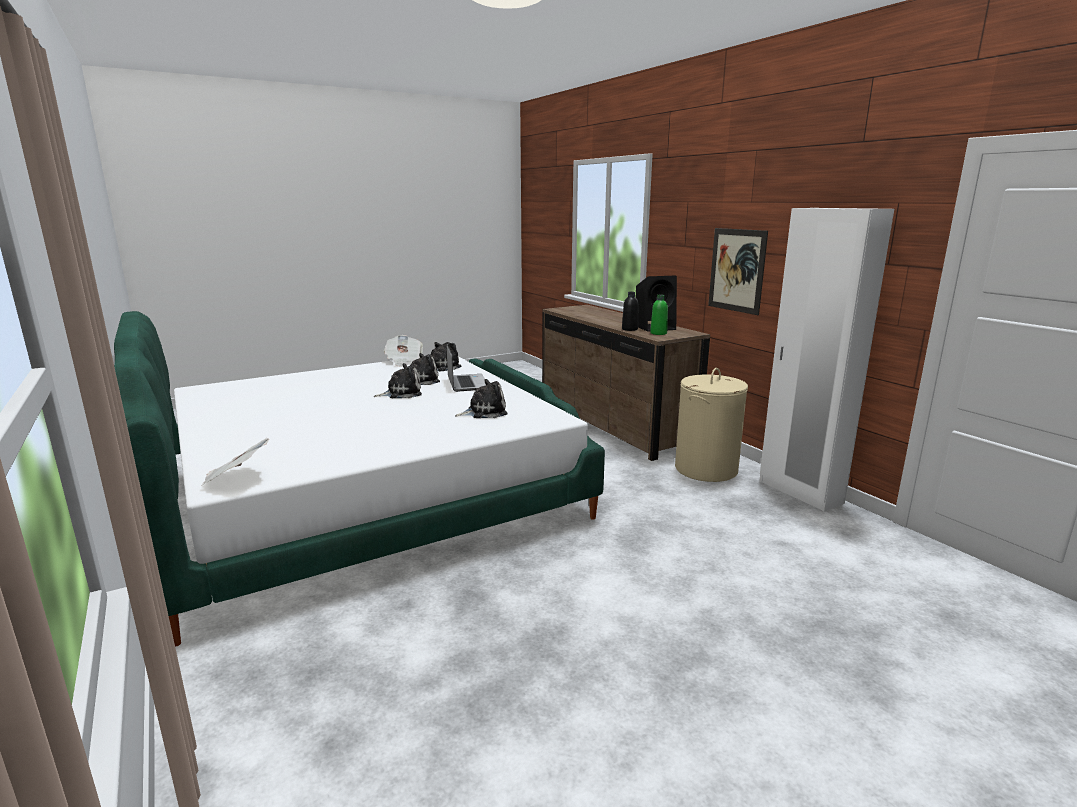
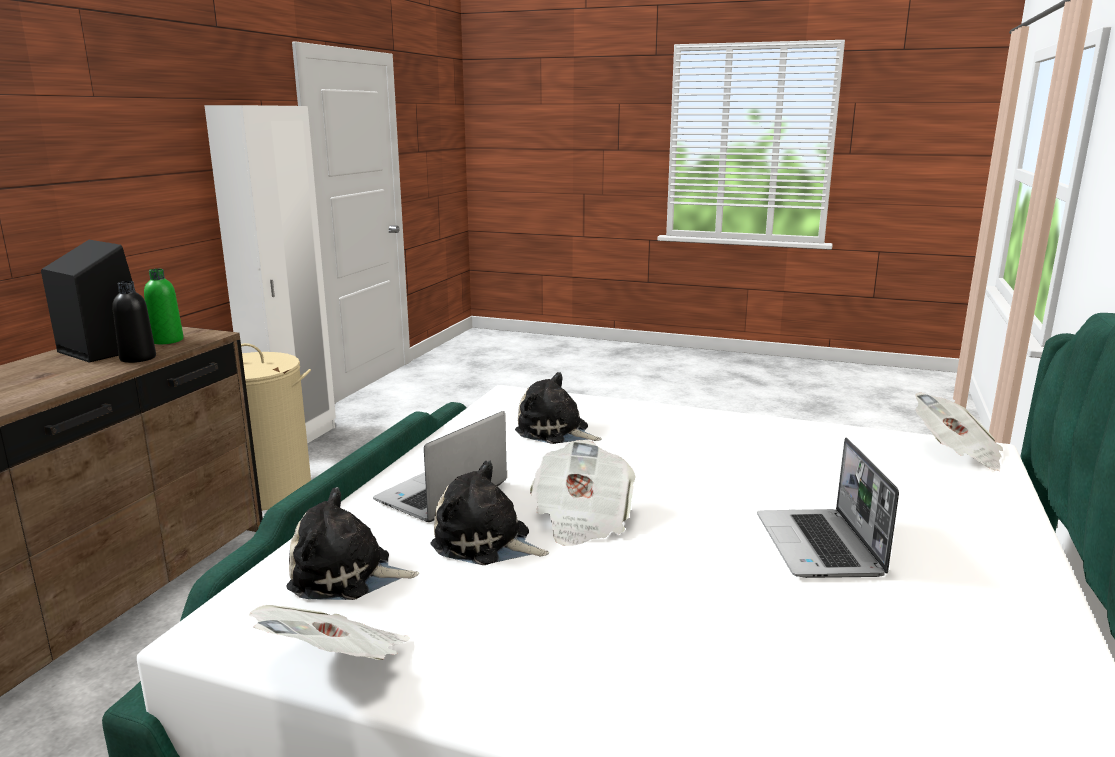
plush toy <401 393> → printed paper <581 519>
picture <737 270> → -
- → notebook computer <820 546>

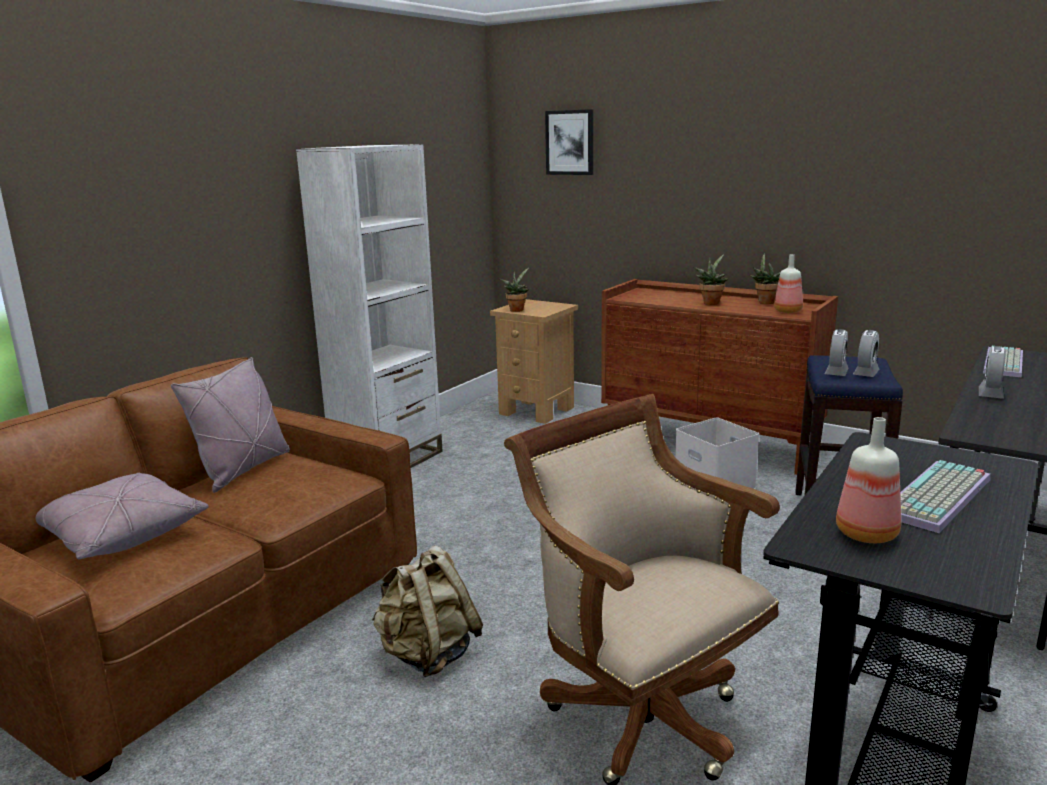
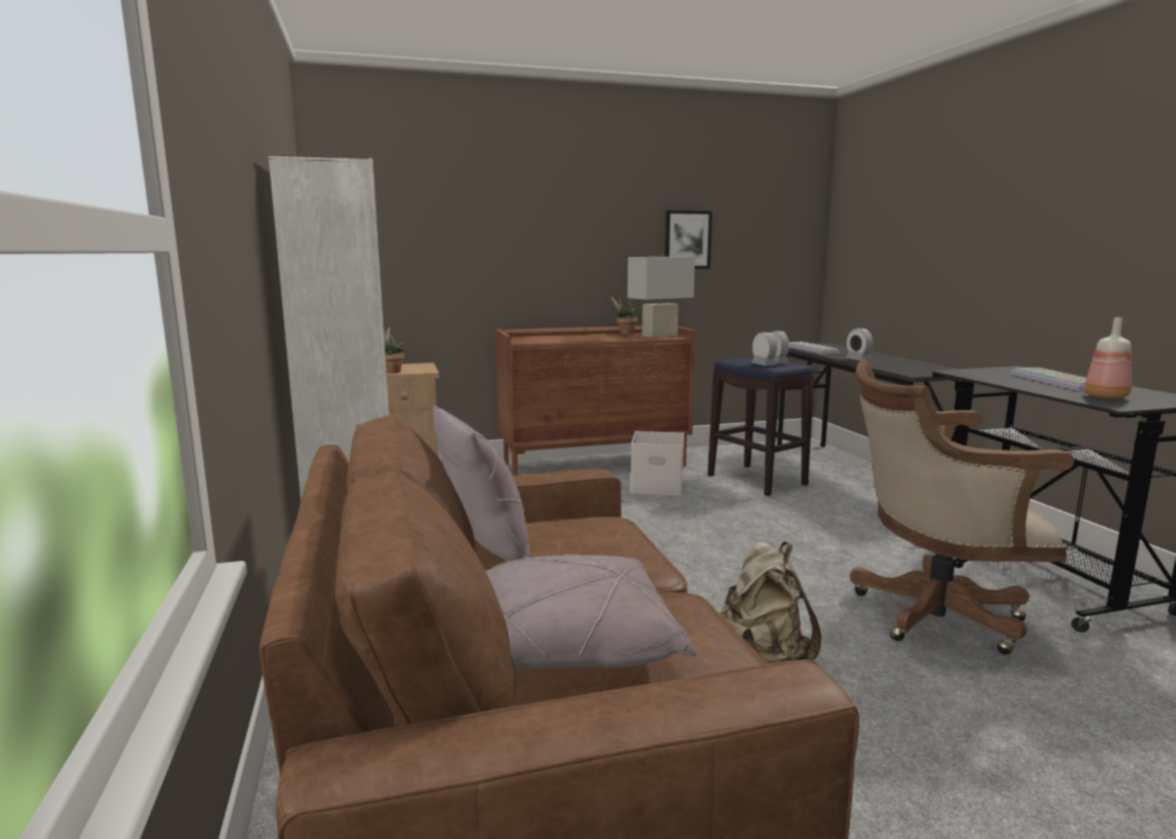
picture <570 142> → picture <687 240>, relocated
plant in a pot <710 302> → -
bottle <788 311> → whitish lamp for a table <659 336>

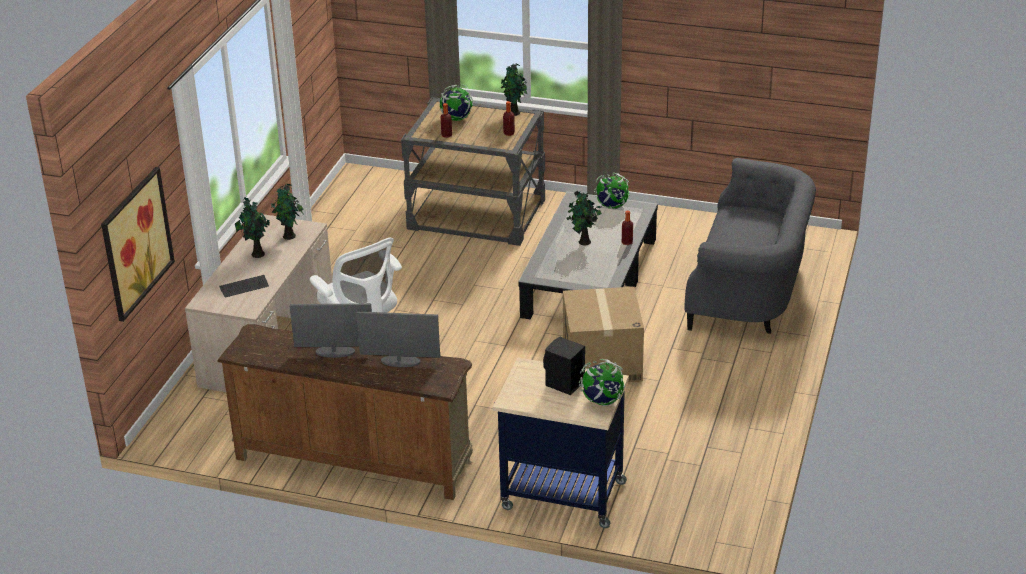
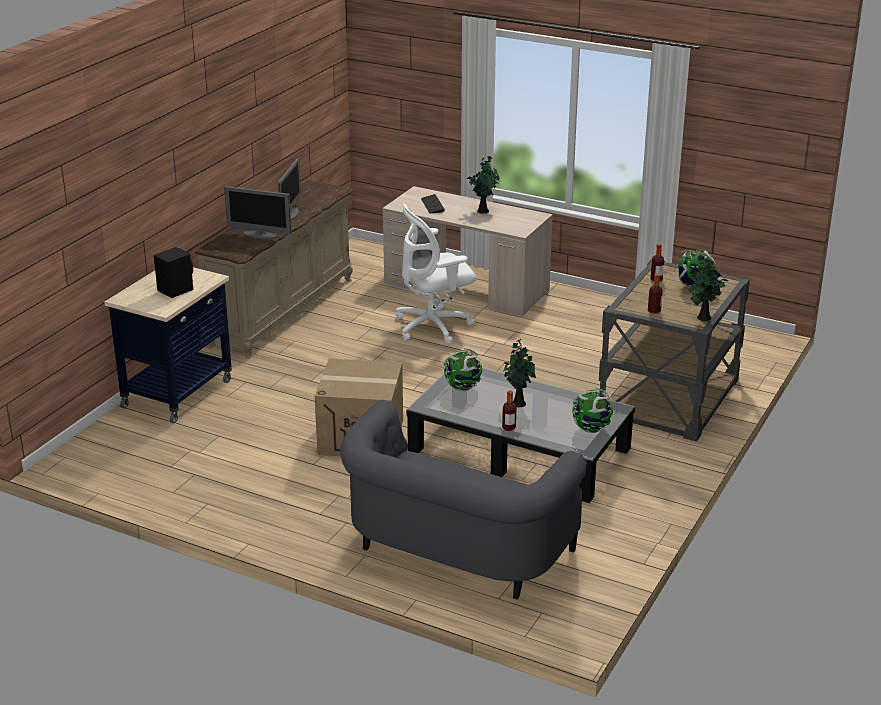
picture <136 243> → -
plant in a pot <290 236> → -
monitor <400 361> → monitor <259 235>, 90 degrees clockwise
desk globe <602 401> → desk globe <463 387>, relocated

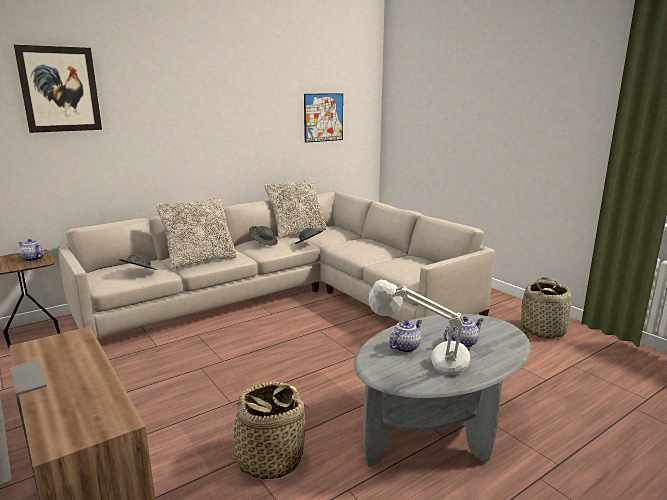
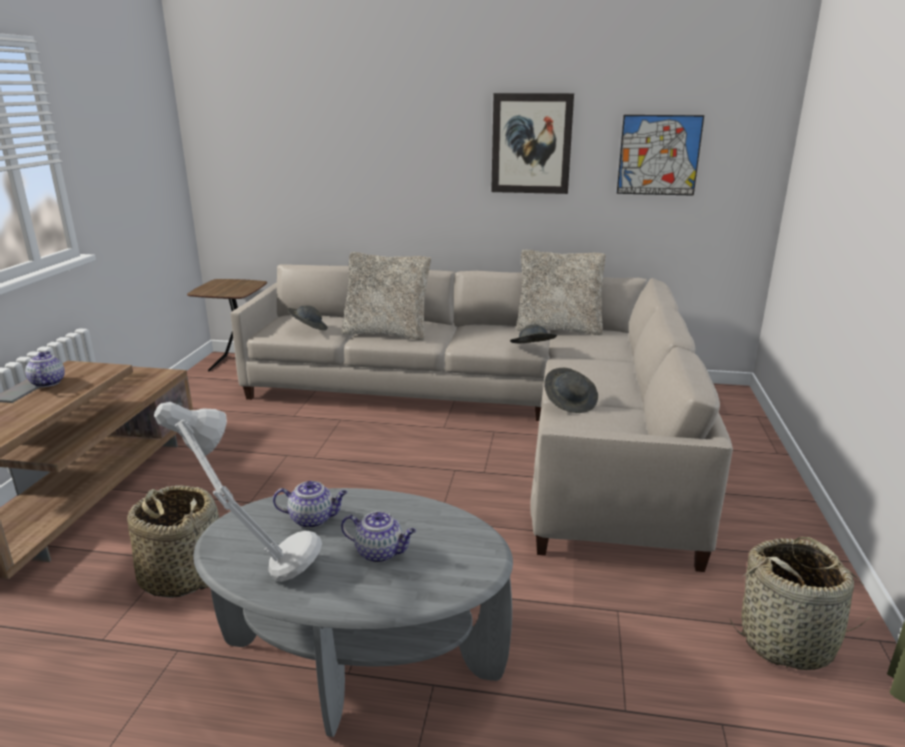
picture <60 89> → picture <531 144>, relocated
teapot <32 259> → teapot <47 382>, relocated
gray wearable hat <264 243> → gray wearable hat <570 402>, relocated

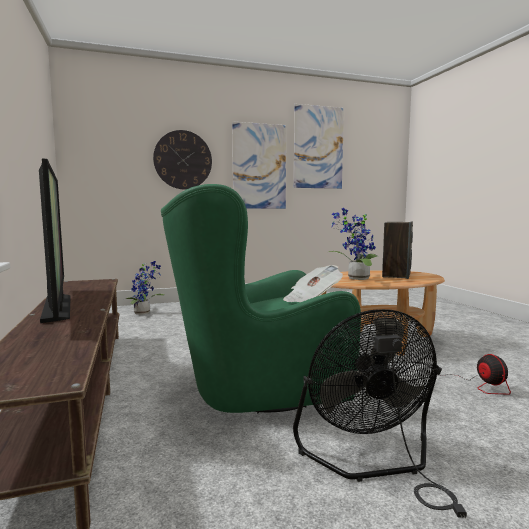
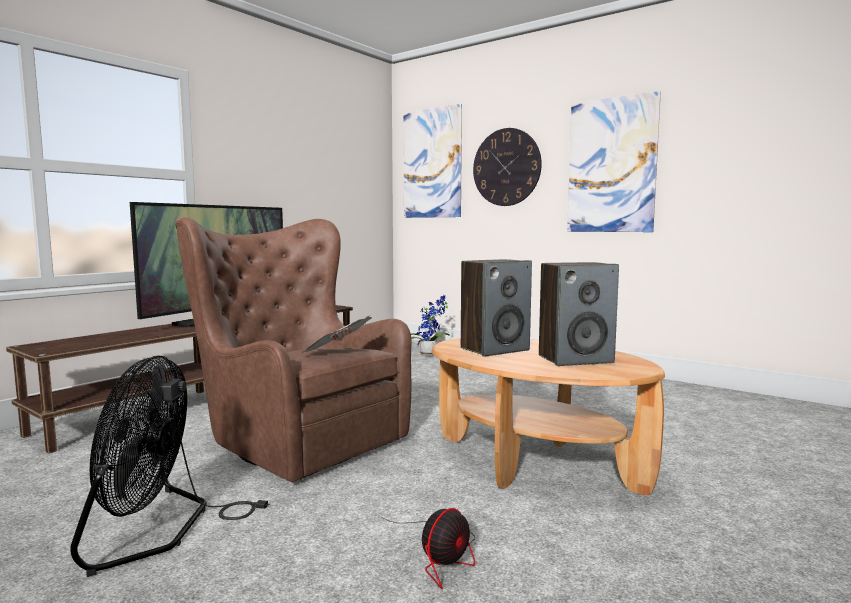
greenish armchair <253 386> → brownish armchair <296 438>
black-coloured cooling fan <381 462> → black-coloured cooling fan <170 524>, 135 degrees counterclockwise
picture <318 147> → picture <432 163>, relocated
plant in a pot <355 279> → loudspeaker <494 349>

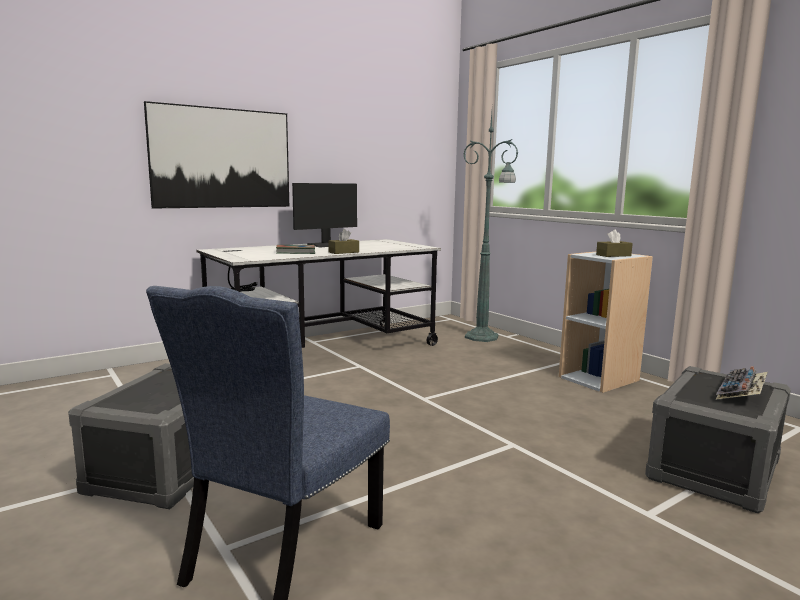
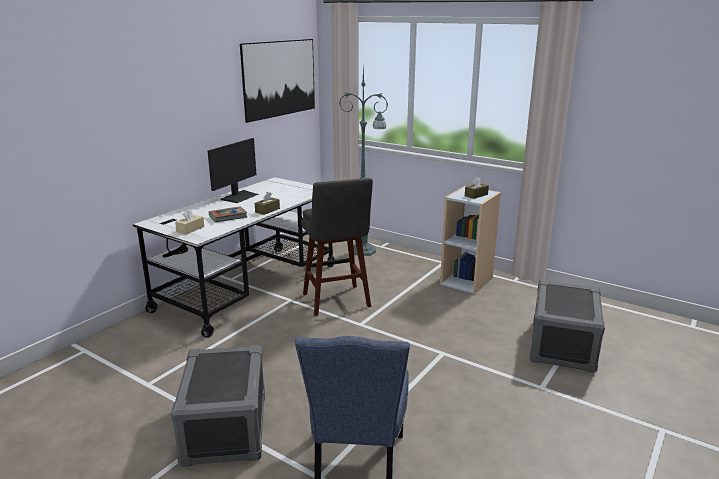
picture <222 158> → picture <279 78>, relocated
computer keyboard <741 393> → -
- → beige tissue box <190 229>
- → gray stool seat <336 301>

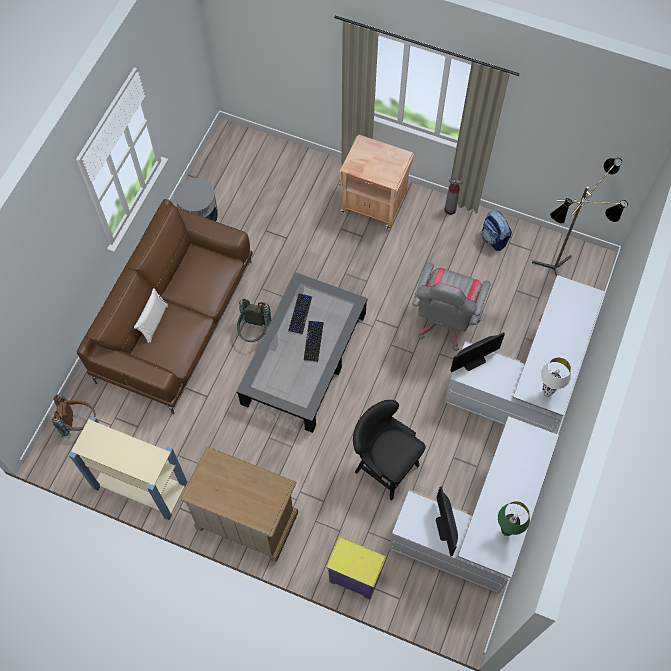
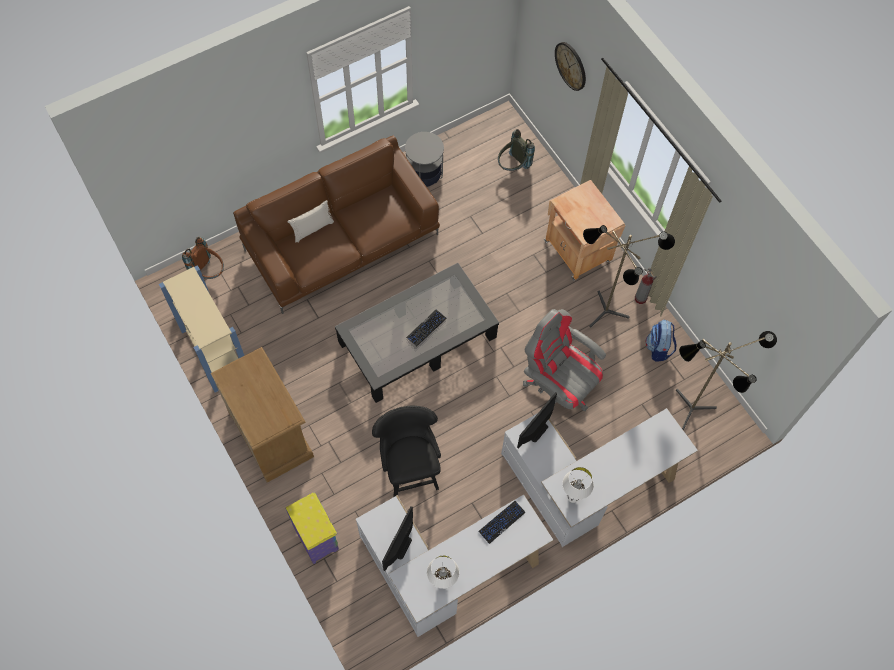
gray knapsack <254 332> → gray knapsack <513 166>, relocated
computer keyboard <300 314> → computer keyboard <501 522>, relocated
gray office chair <445 320> → gray office chair <558 388>, 75 degrees clockwise
monitor <473 360> → monitor <536 430>, 120 degrees clockwise
greenish lamp for a table <506 532> → whitish lamp for a table <442 584>
- → clock on the wall <571 66>
- → standing lamp <605 316>

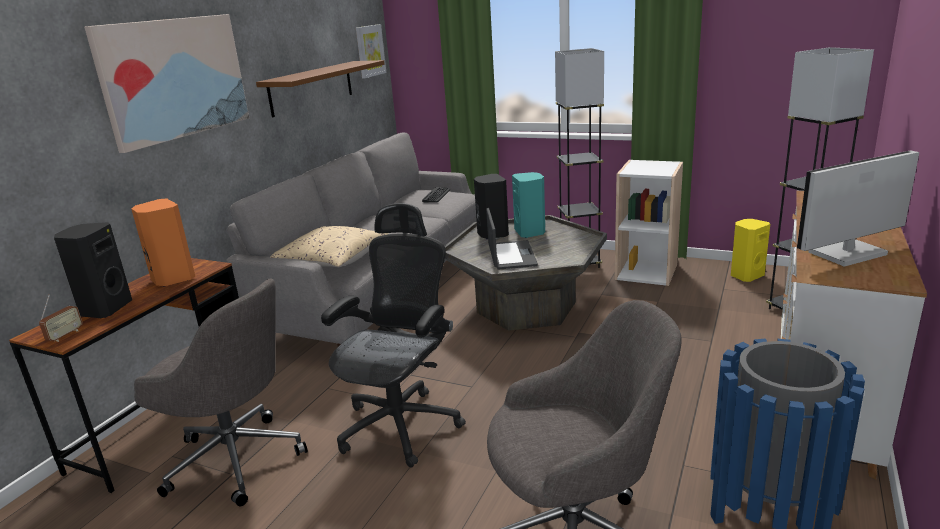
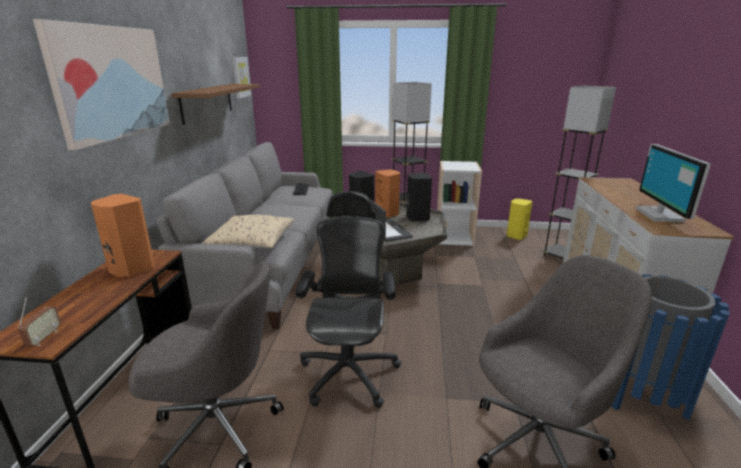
black-coloured loudspeaker <105 309> → black-coloured loudspeaker <417 218>, relocated
blue-green loudspeaker <530 232> → orangey loudspeaker <388 213>
monitor <849 254> → monitor <661 215>, 45 degrees counterclockwise

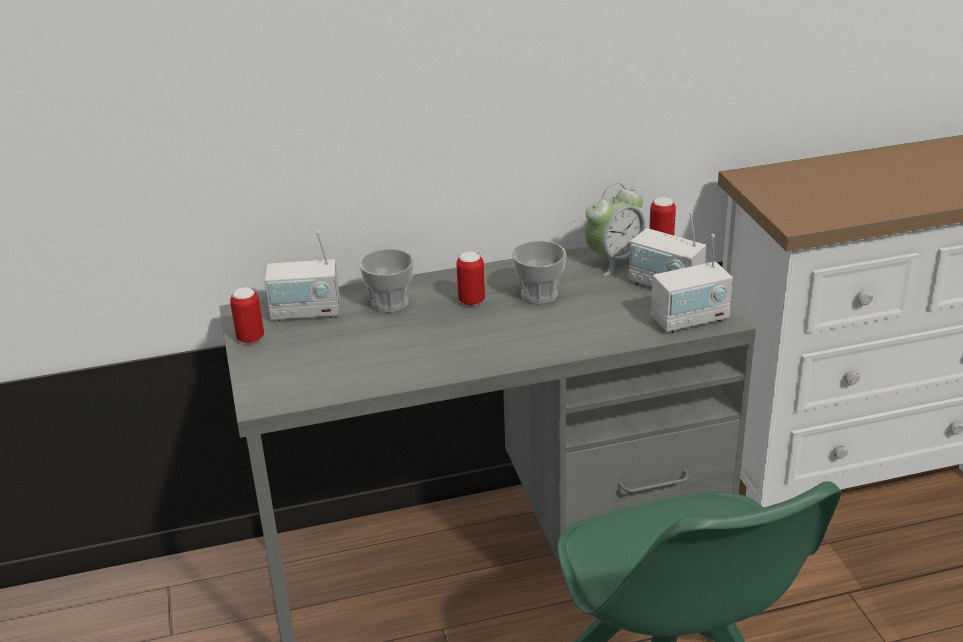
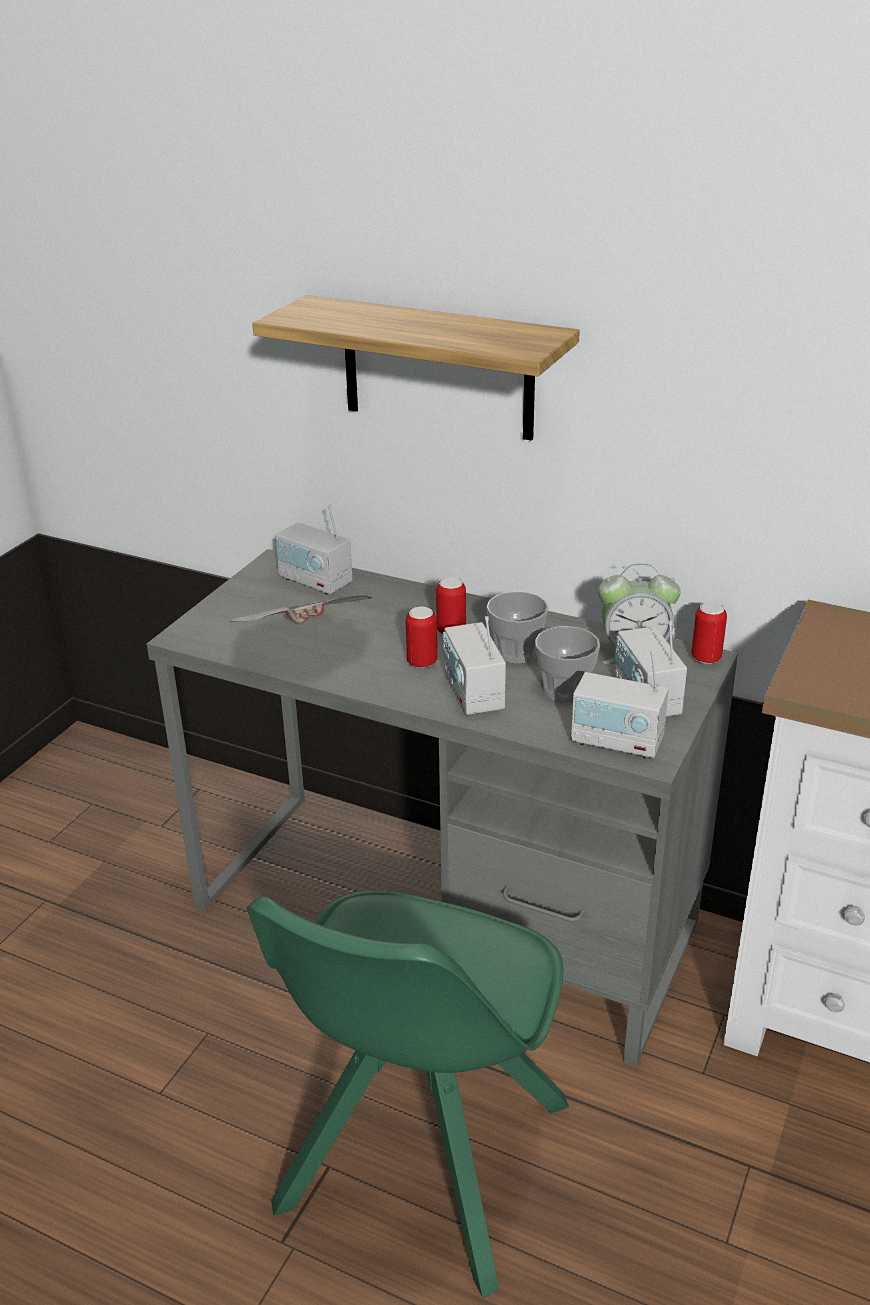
can <250 338> → can <422 662>, relocated
drinking cup <390 303> → drinking cup <565 690>, relocated
- → printed paper <302 643>
- → wall shelf <437 368>
- → radio <473 694>

